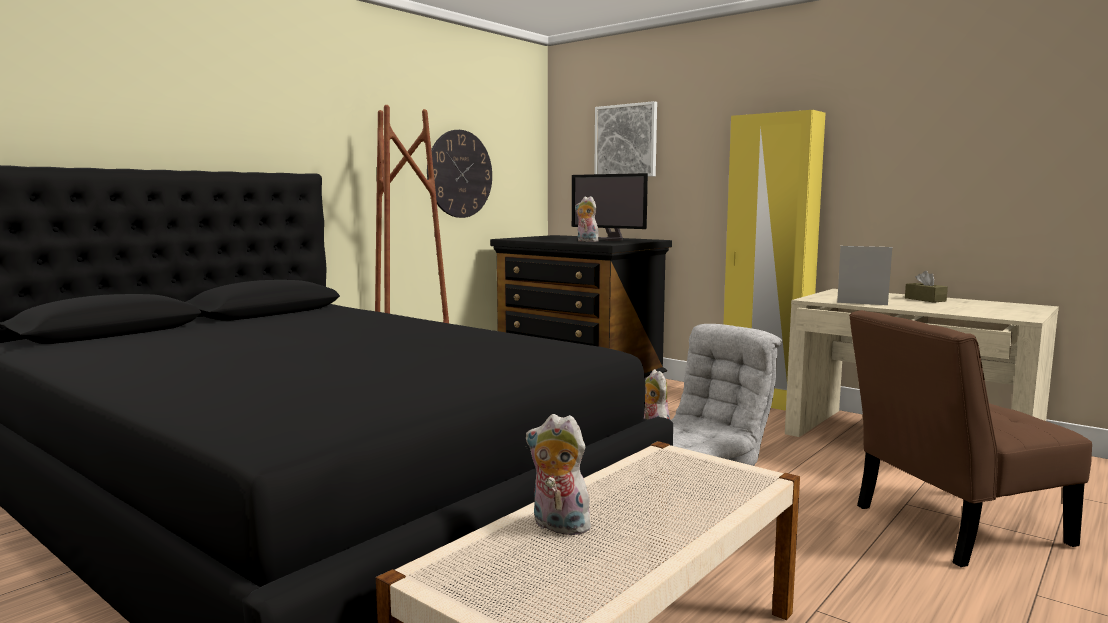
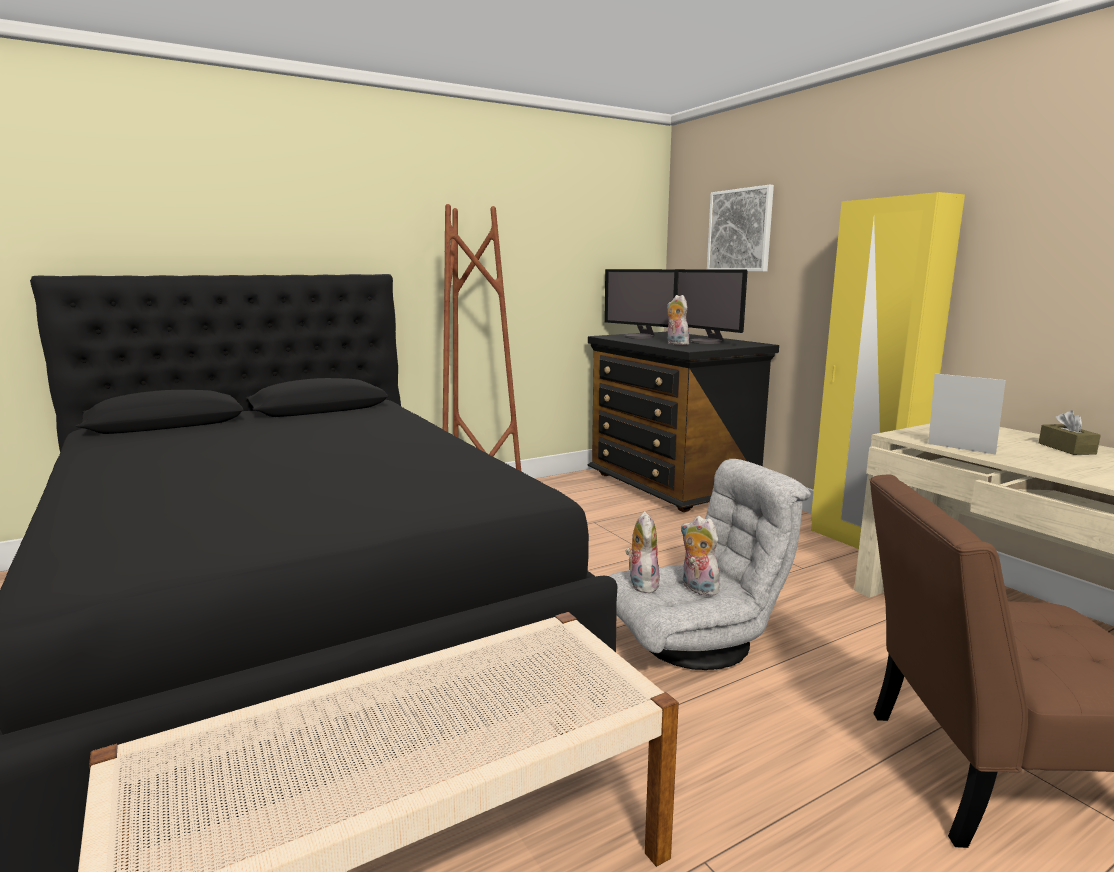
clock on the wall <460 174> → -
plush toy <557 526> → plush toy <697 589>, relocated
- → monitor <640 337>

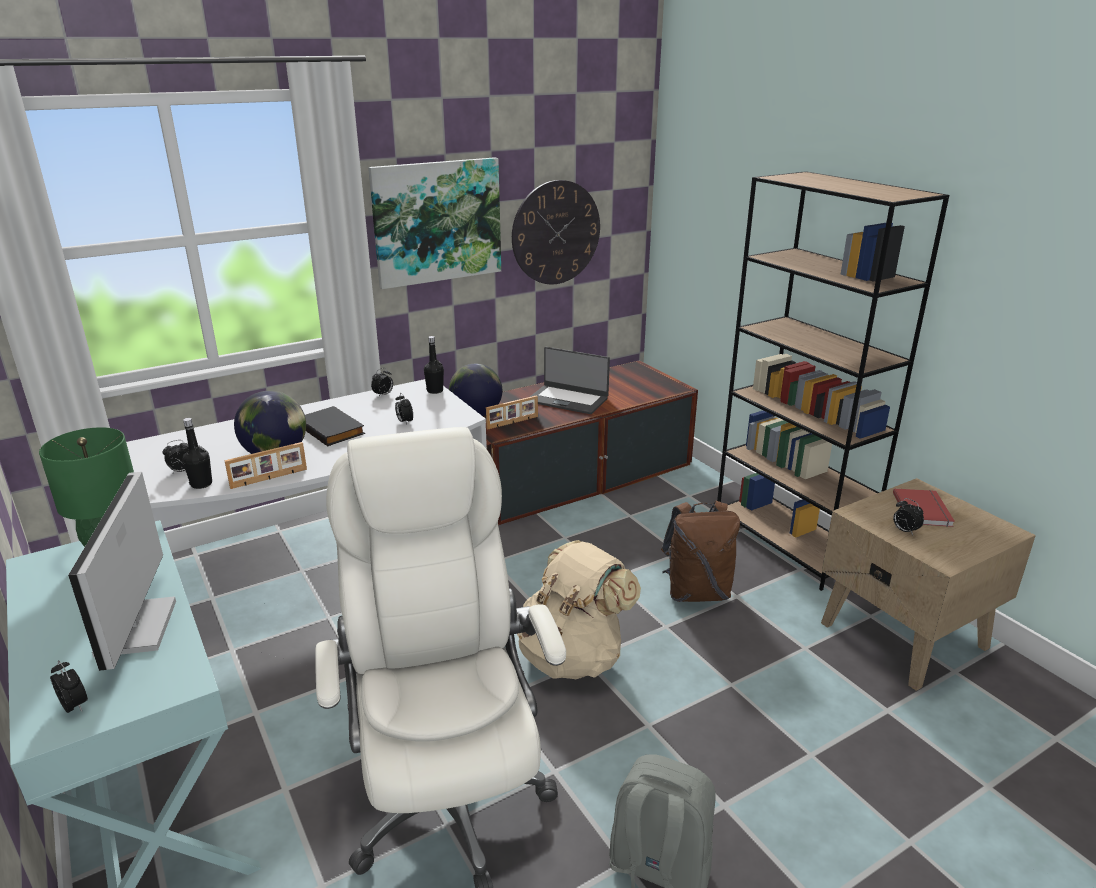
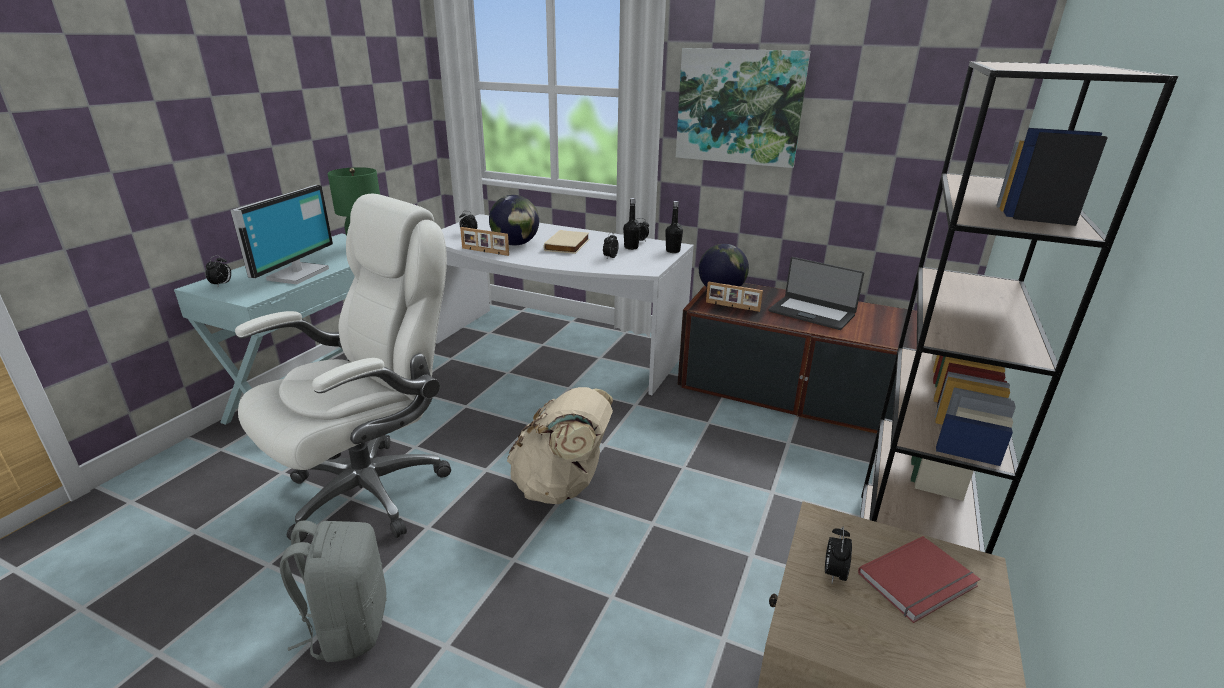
monitor <141 627> → monitor <296 274>, 150 degrees clockwise
black-coloured bottle <201 484> → black-coloured bottle <631 247>, relocated
black-coloured book <332 429> → beige book <568 245>
clock on the wall <556 233> → -
notebook computer <568 400> → notebook computer <812 313>, 45 degrees counterclockwise
brownish knapsack <697 592> → -

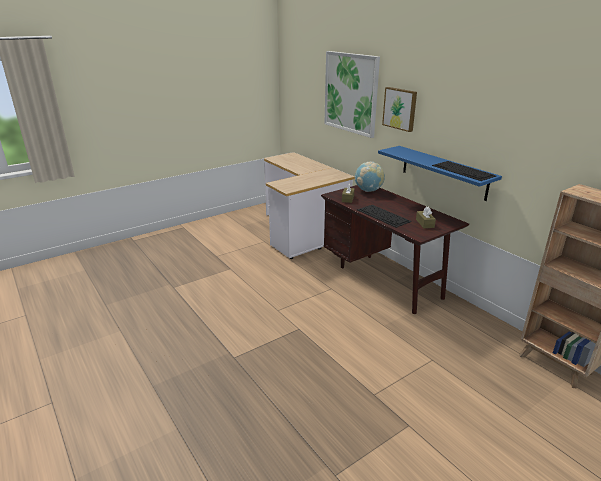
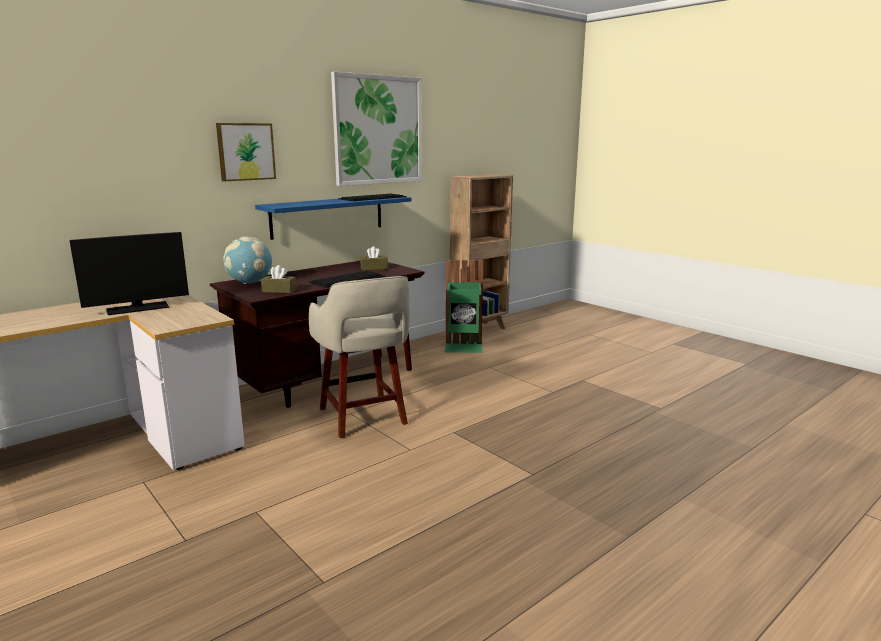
picture <351 93> → picture <378 130>, relocated
- → monitor <137 308>
- → beige stool seat <363 418>
- → greenish waste bin <464 347>

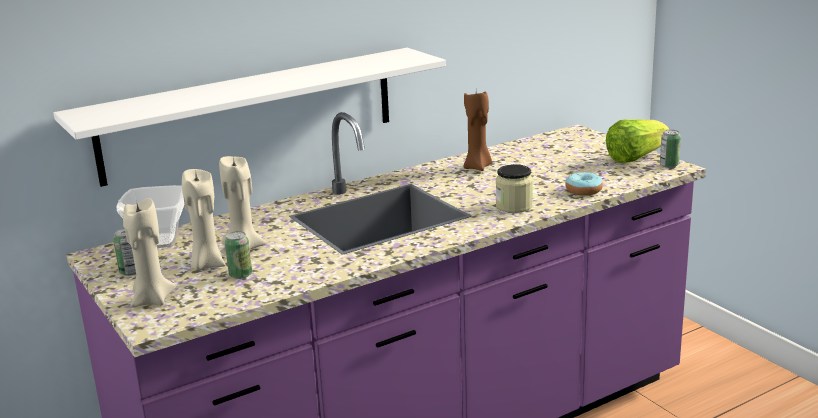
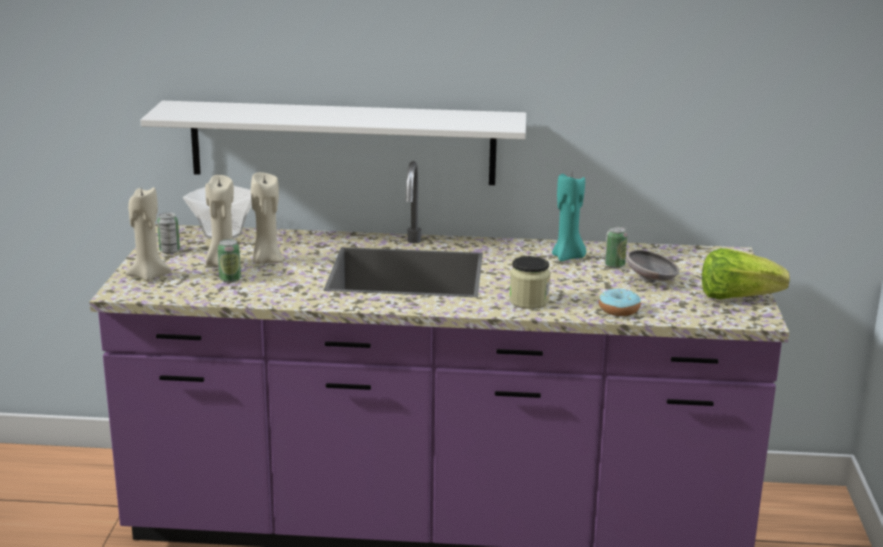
brownish wax light <478 167> → blue-green wax light <568 257>
can <669 165> → can <614 265>, relocated
- → gray serving bowl <652 281>

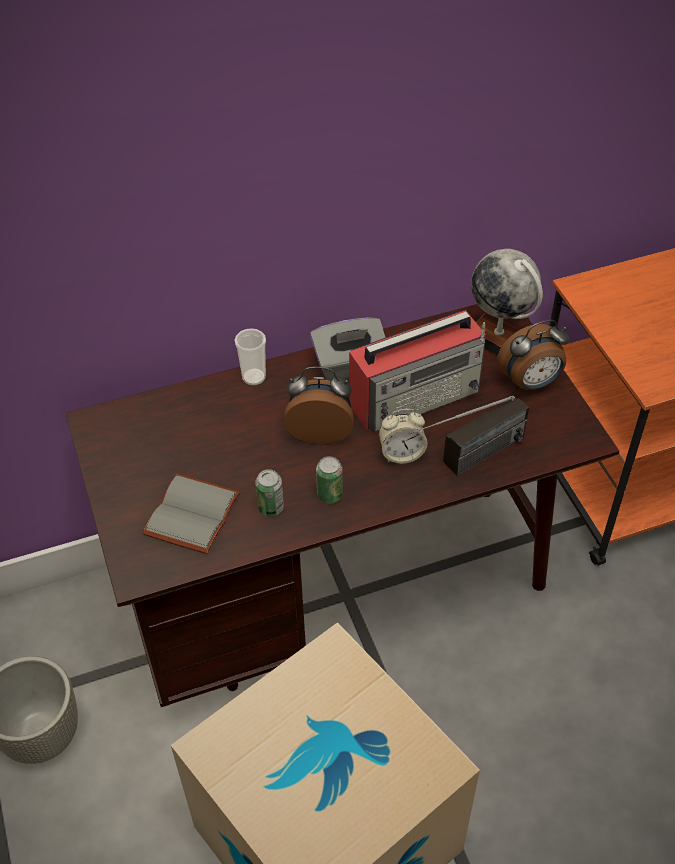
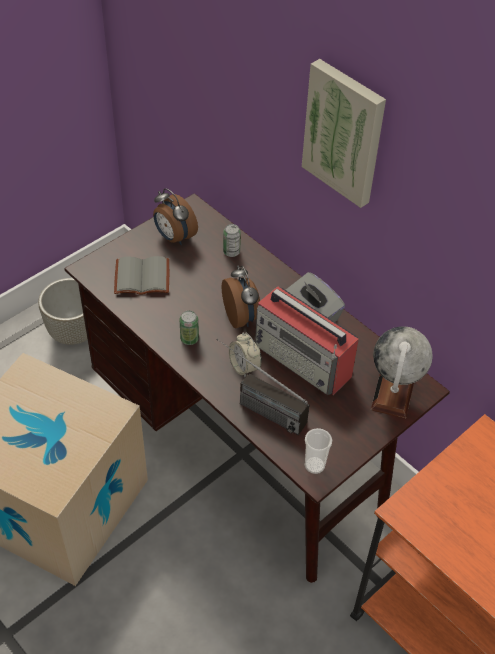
drinking cup <254 377> → drinking cup <314 465>, relocated
can <271 508> → can <231 252>, relocated
table clock <530 383> → table clock <174 237>, relocated
- → picture <345 132>

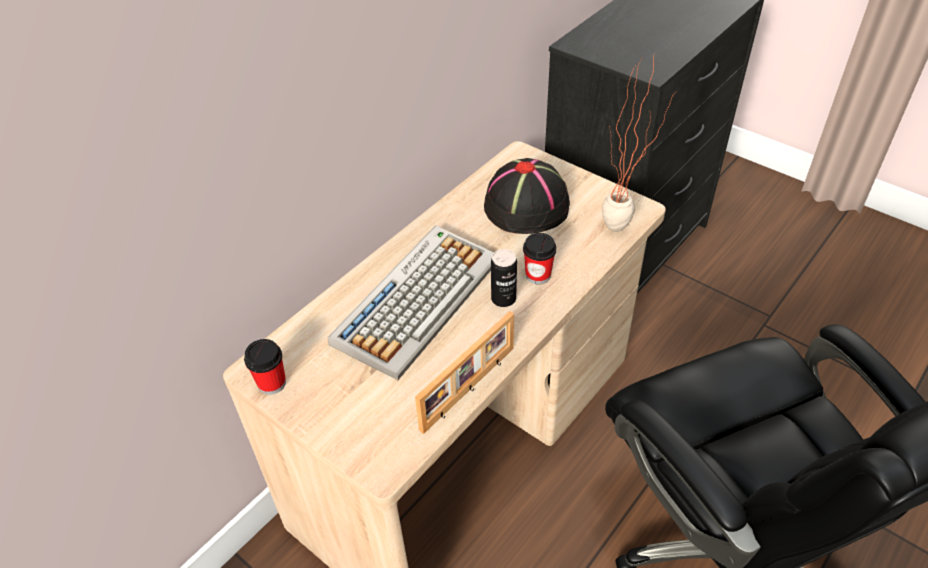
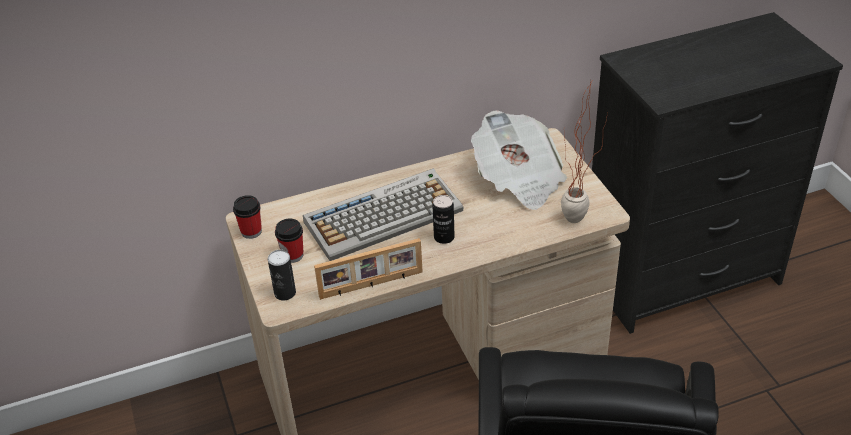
black-coloured wearable hat <527 206> → printed paper <518 180>
drinking cup <538 275> → drinking cup <292 255>, relocated
- → can <285 293>

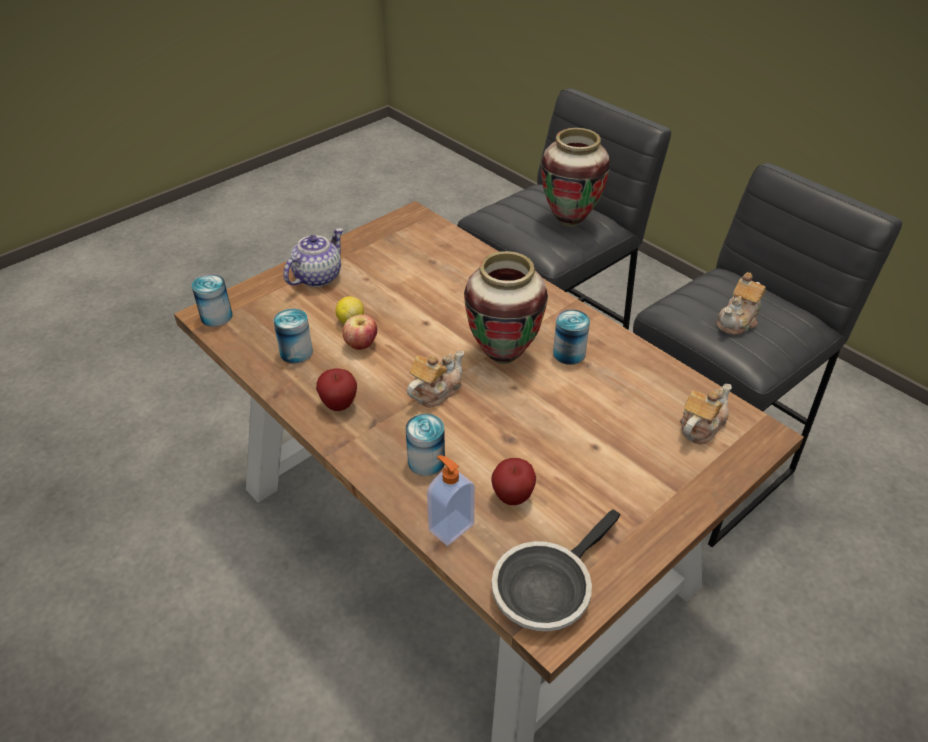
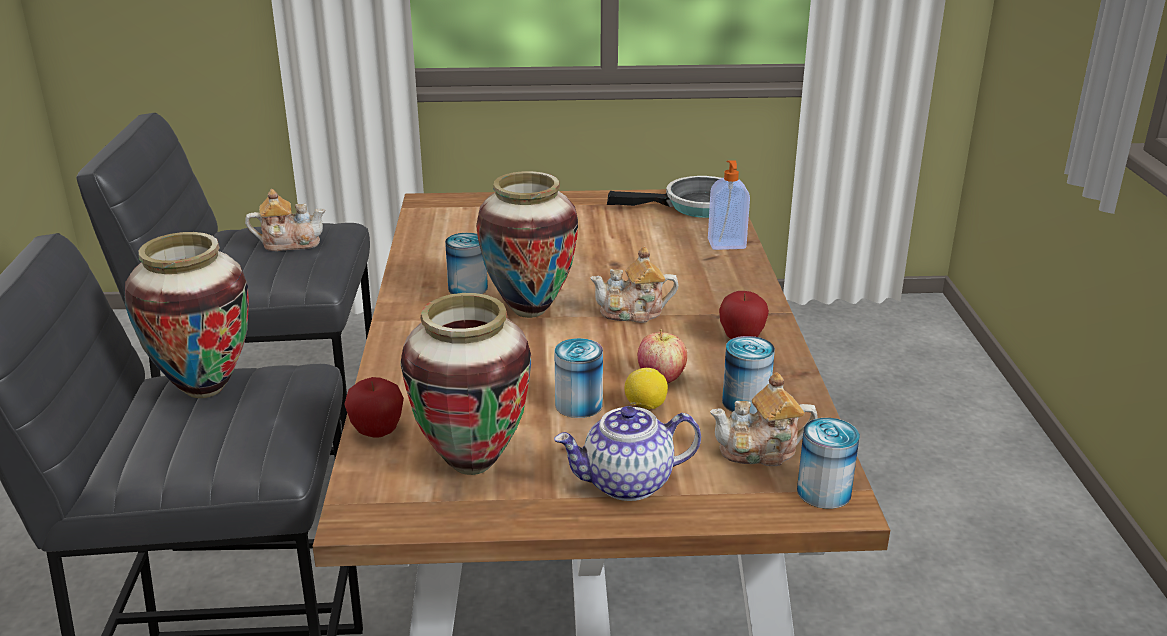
can <426 461> → can <578 405>, relocated
apple <512 497> → apple <377 433>, relocated
teapot <700 426> → teapot <761 451>, relocated
- → vase <473 463>

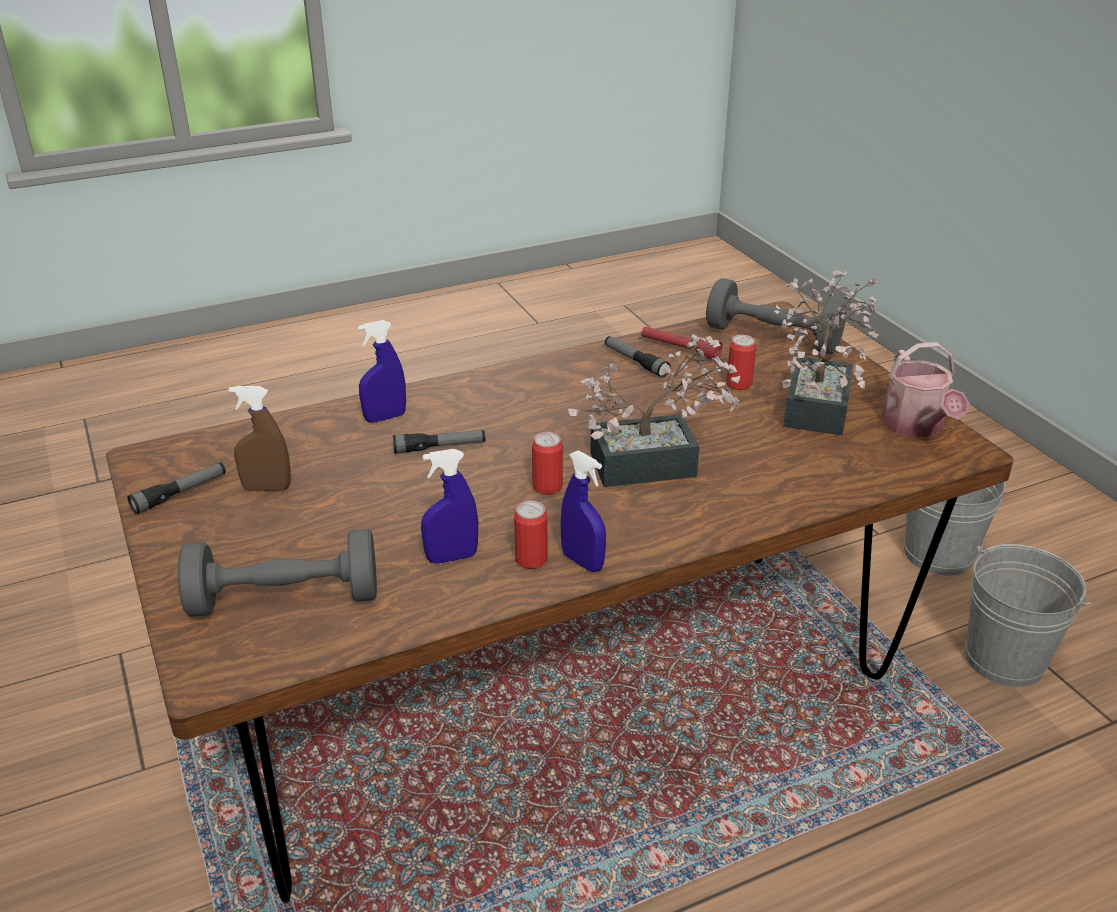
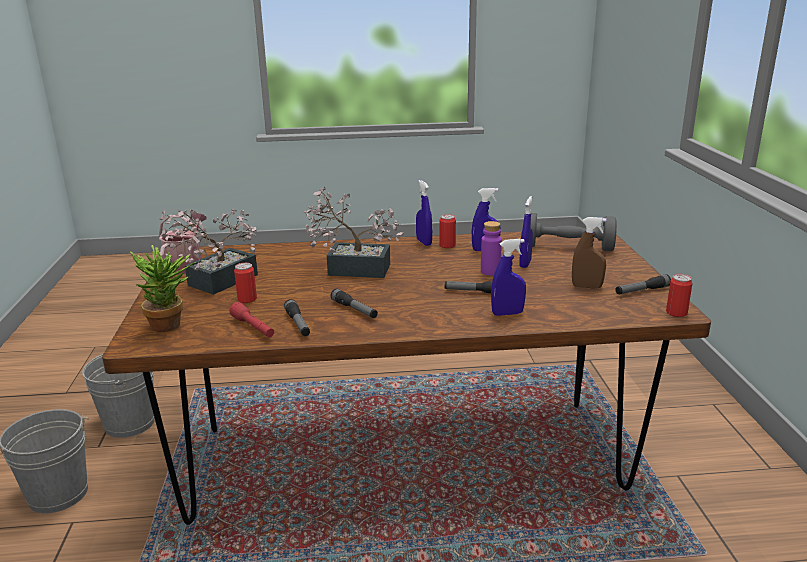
can <547 487> → can <676 313>, relocated
gray dumbbell <772 338> → plant in a pot <172 326>
- → torch <354 309>
- → purple-coloured bottle <490 271>
- → blue-coloured spray bottle <525 263>

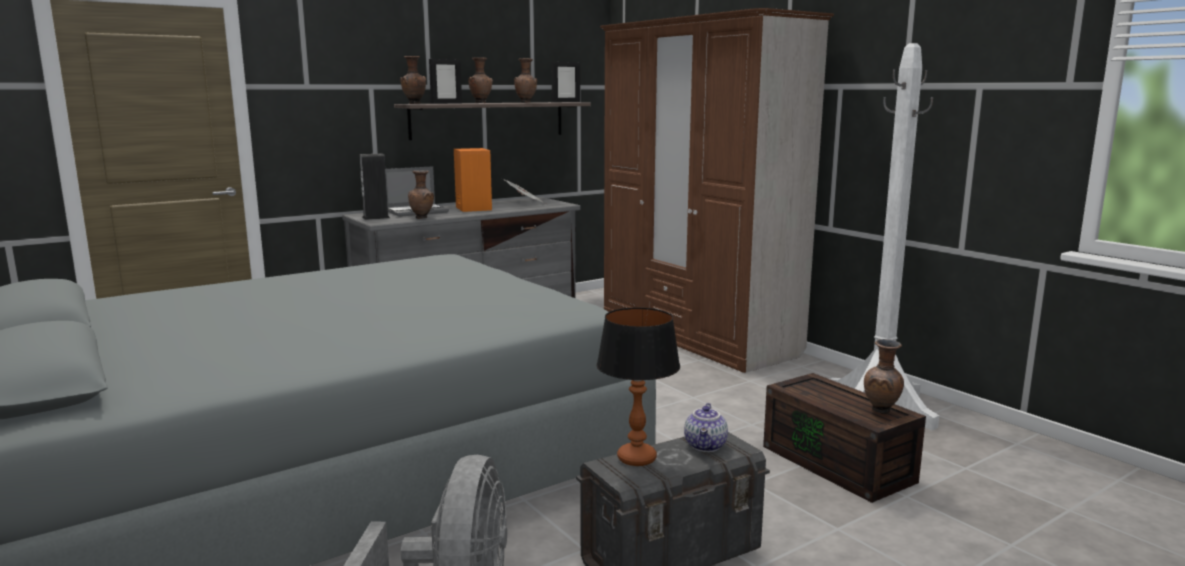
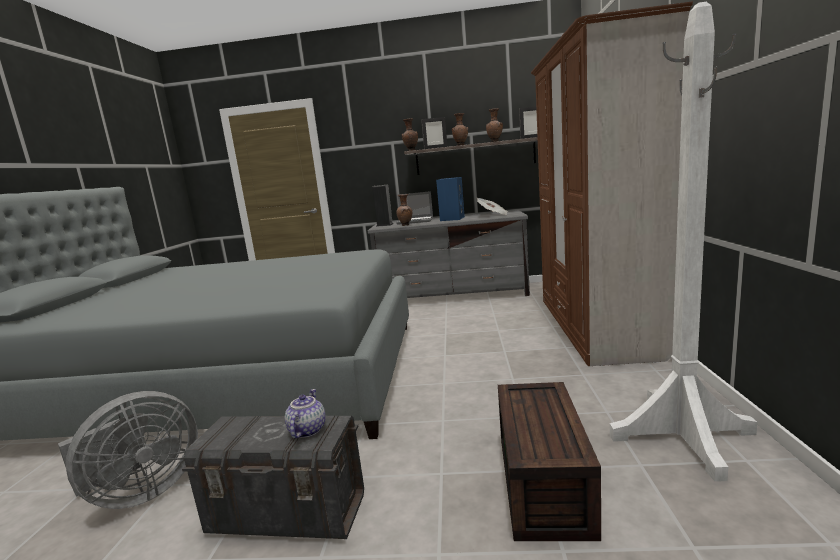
orangey loudspeaker <472 208> → blue-coloured loudspeaker <452 219>
lamp for a table <636 459> → -
teapot <706 446> → teapot <306 430>, 135 degrees clockwise
brownish vase <881 411> → -

